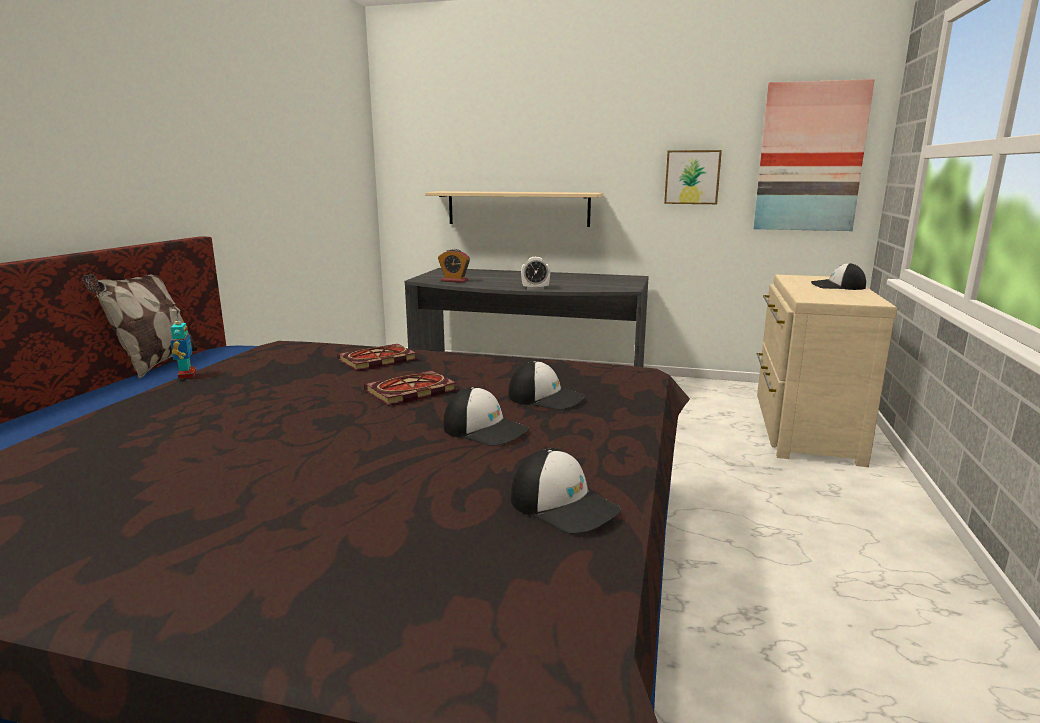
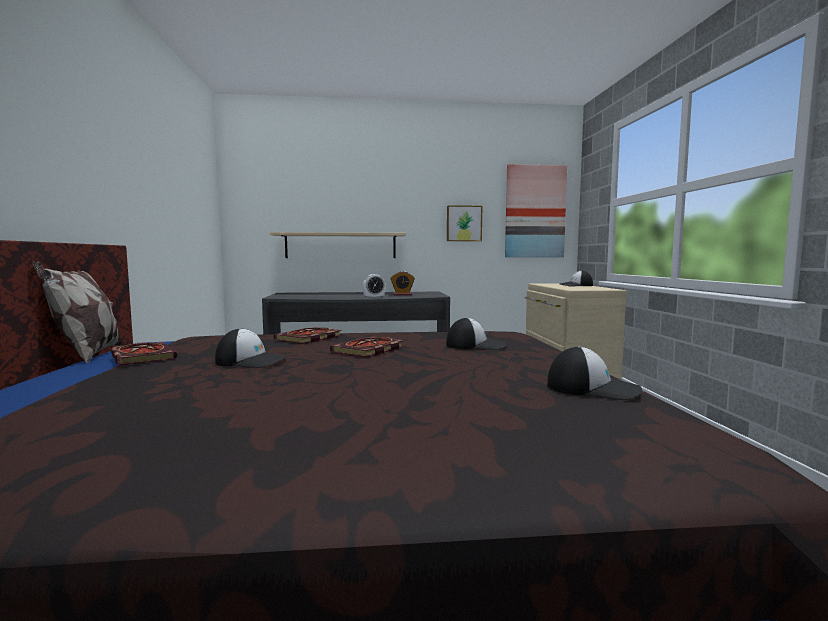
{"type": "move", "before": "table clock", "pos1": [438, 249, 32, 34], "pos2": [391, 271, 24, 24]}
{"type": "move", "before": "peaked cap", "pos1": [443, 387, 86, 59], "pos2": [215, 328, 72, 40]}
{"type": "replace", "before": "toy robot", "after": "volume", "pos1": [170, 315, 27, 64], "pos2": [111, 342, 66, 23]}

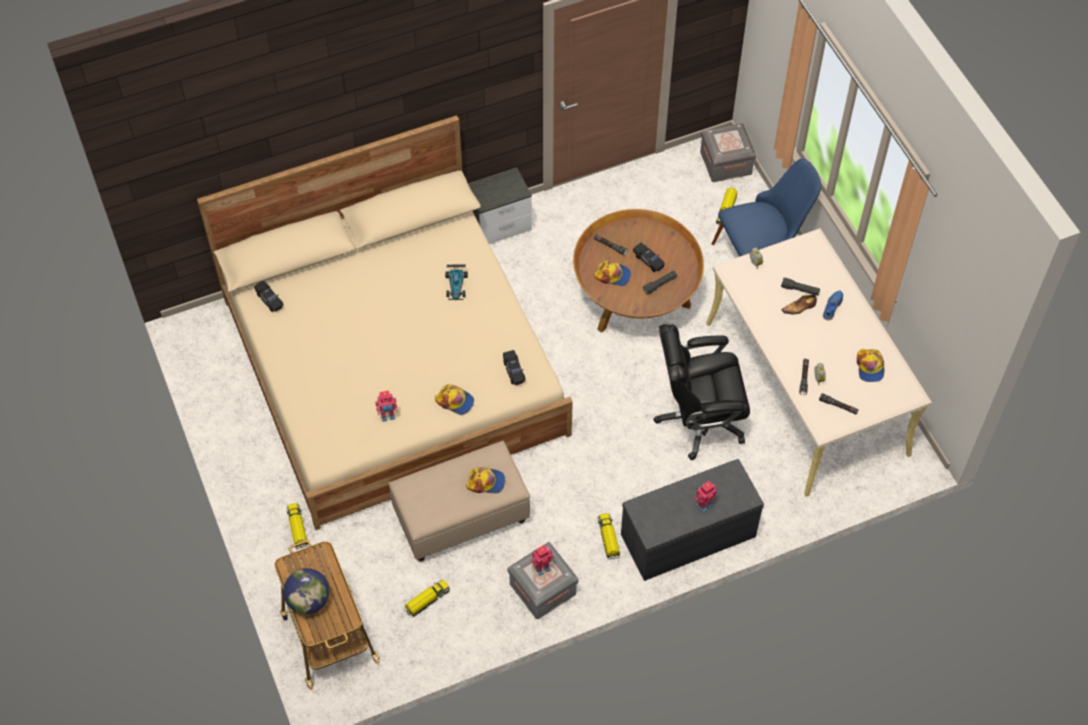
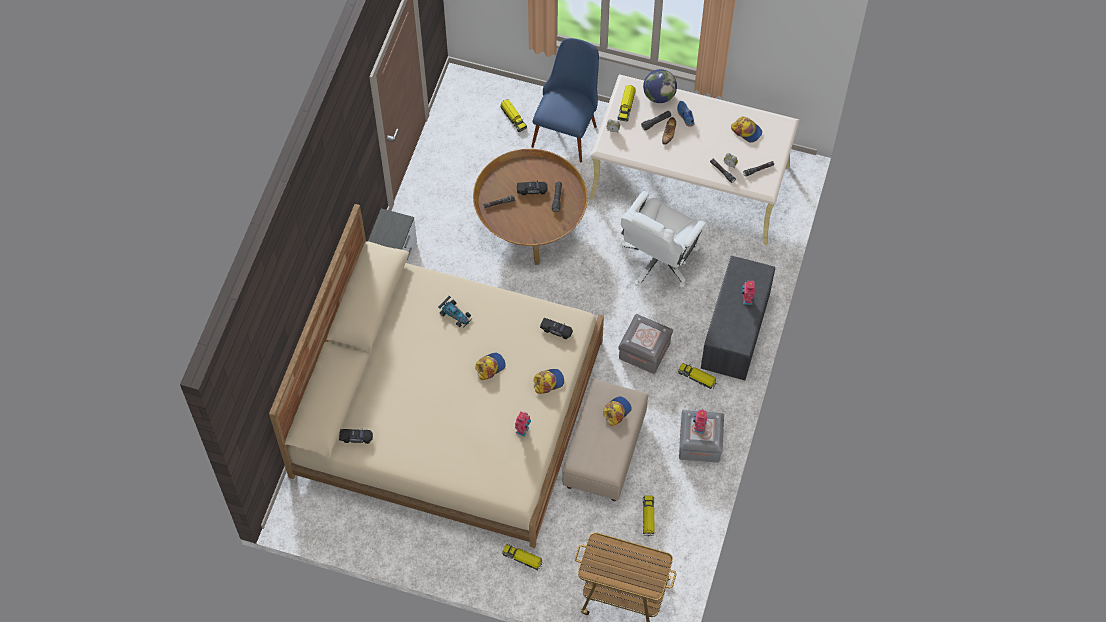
{"type": "insert", "after": "toy truck", "pos2": [618, 85, 17, 36]}
{"type": "move", "before": "world globe", "pos1": [283, 568, 46, 46], "pos2": [643, 69, 34, 34]}
{"type": "move", "before": "peaked cap", "pos1": [594, 261, 37, 25], "pos2": [475, 353, 31, 27]}
{"type": "move", "before": "gray storage box", "pos1": [700, 123, 56, 59], "pos2": [618, 314, 55, 60]}
{"type": "recolor", "before": "black-coloured computer chair", "after": "whitish computer chair", "pos1": [654, 324, 96, 136], "pos2": [620, 191, 86, 96]}

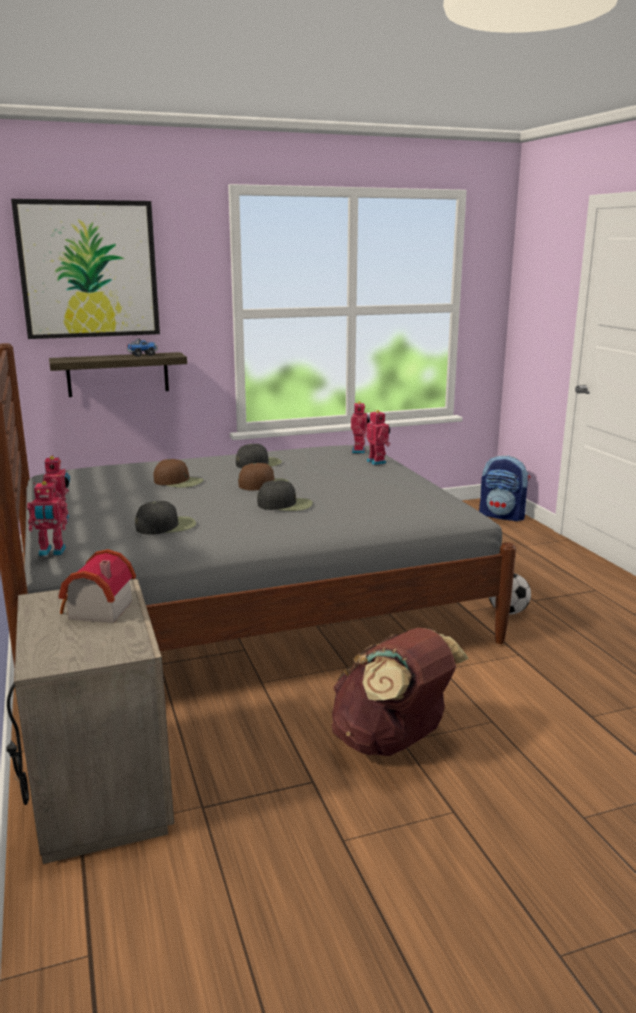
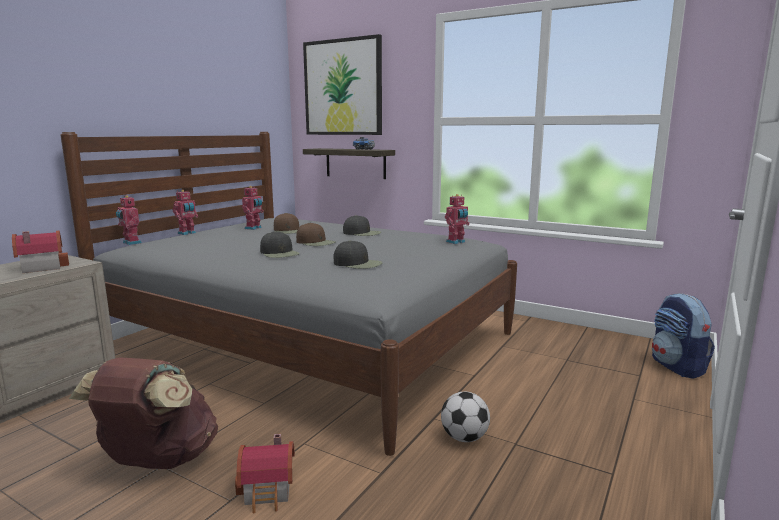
{"type": "insert", "after": "toy house", "pos2": [235, 434, 60, 80]}
{"type": "move", "before": "black-coloured peaked cap", "pos1": [135, 501, 61, 34], "pos2": [333, 240, 50, 29]}
{"type": "move", "before": "toy robot", "pos1": [367, 410, 23, 55], "pos2": [242, 186, 22, 44]}

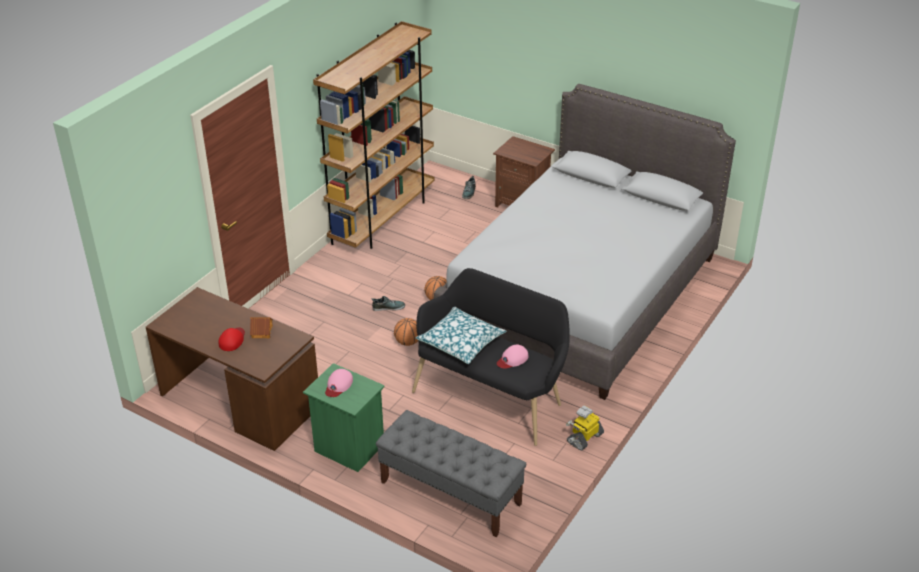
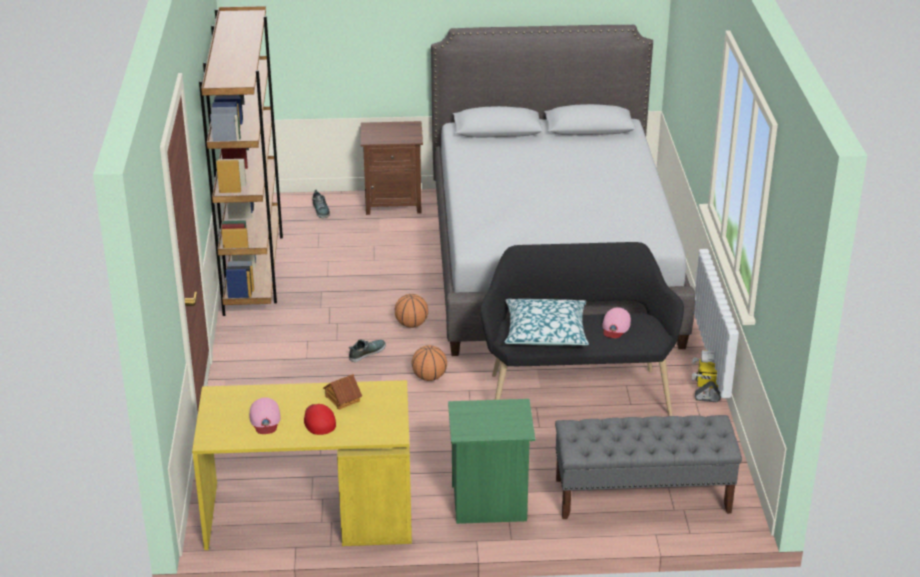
{"type": "move", "before": "pinkish peaked cap", "pos1": [325, 369, 28, 28], "pos2": [250, 397, 31, 37]}
{"type": "recolor", "before": "brown-coloured desk", "after": "yellow desk", "pos1": [146, 287, 172, 164], "pos2": [192, 380, 220, 170]}

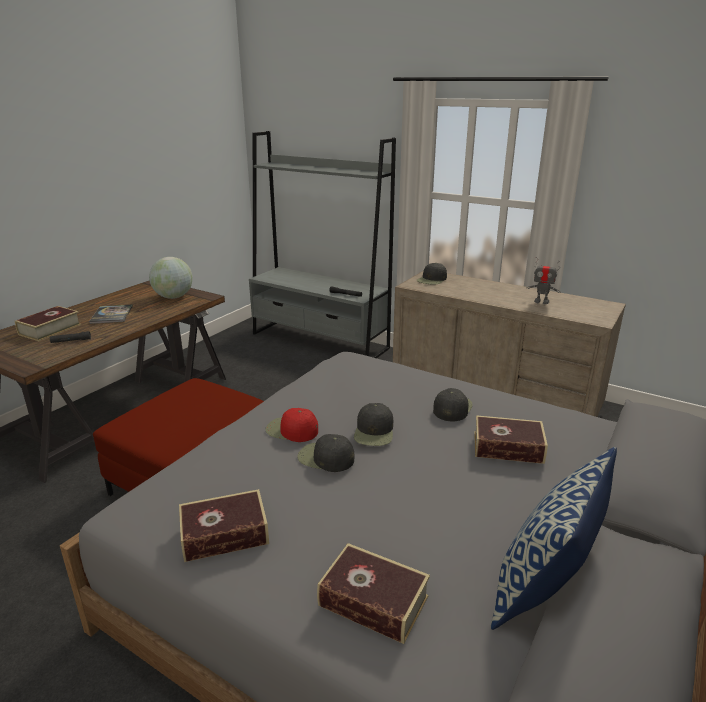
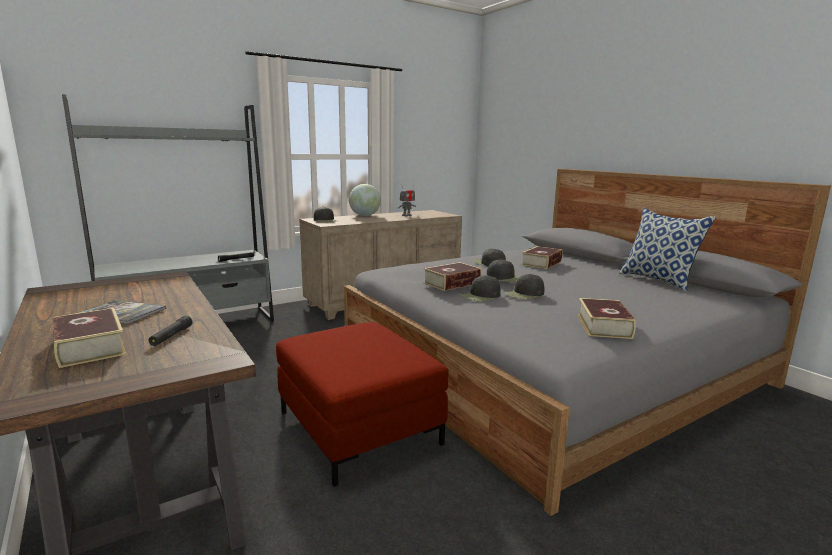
{"type": "move", "before": "world globe", "pos1": [149, 257, 44, 42], "pos2": [349, 184, 32, 32]}
{"type": "move", "before": "volume", "pos1": [317, 543, 113, 101], "pos2": [423, 262, 59, 29]}
{"type": "recolor", "before": "red peaked cap", "after": "black-coloured peaked cap", "pos1": [265, 408, 53, 34], "pos2": [460, 275, 41, 27]}

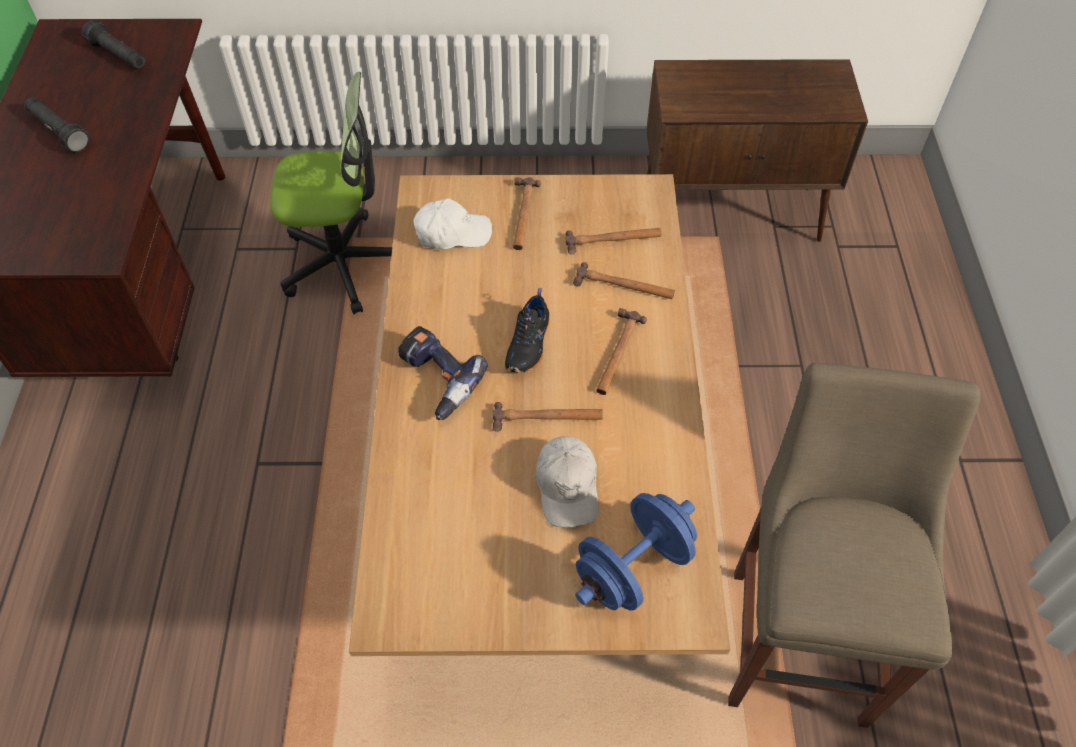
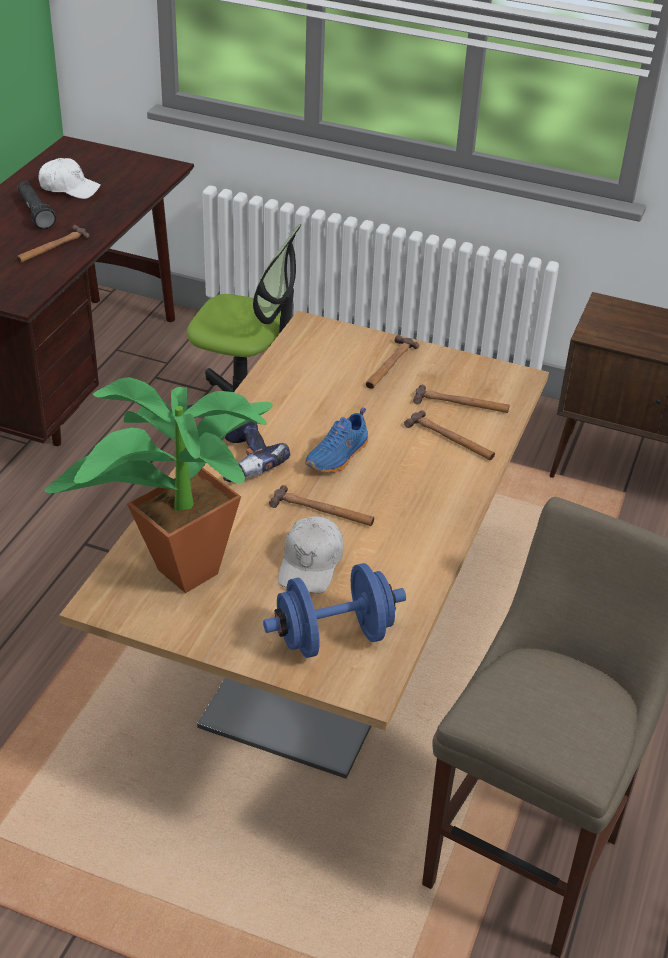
{"type": "delete", "before": "black-coloured torch", "pos1": [82, 20, 63, 49]}
{"type": "insert", "after": "plant in a pot", "pos2": [45, 377, 228, 216]}
{"type": "move", "before": "whitish peaked cap", "pos1": [413, 199, 79, 50], "pos2": [38, 158, 63, 41]}
{"type": "move", "before": "hand hammer", "pos1": [596, 308, 51, 87], "pos2": [16, 225, 74, 38]}
{"type": "recolor", "before": "black-coloured low shoe", "after": "blue low shoe", "pos1": [505, 288, 45, 85], "pos2": [305, 407, 63, 66]}

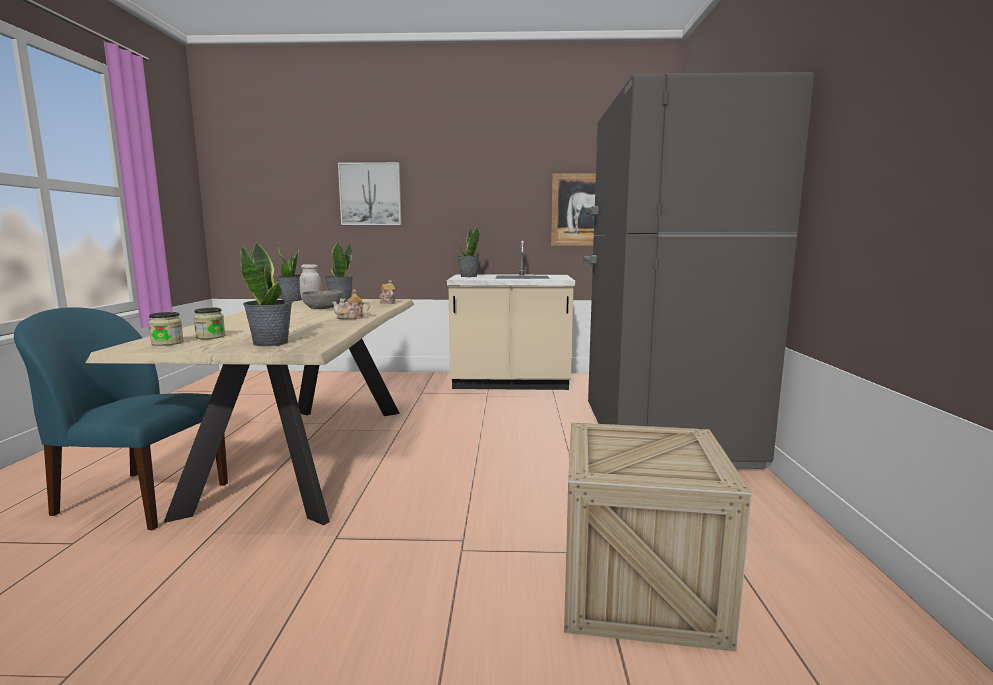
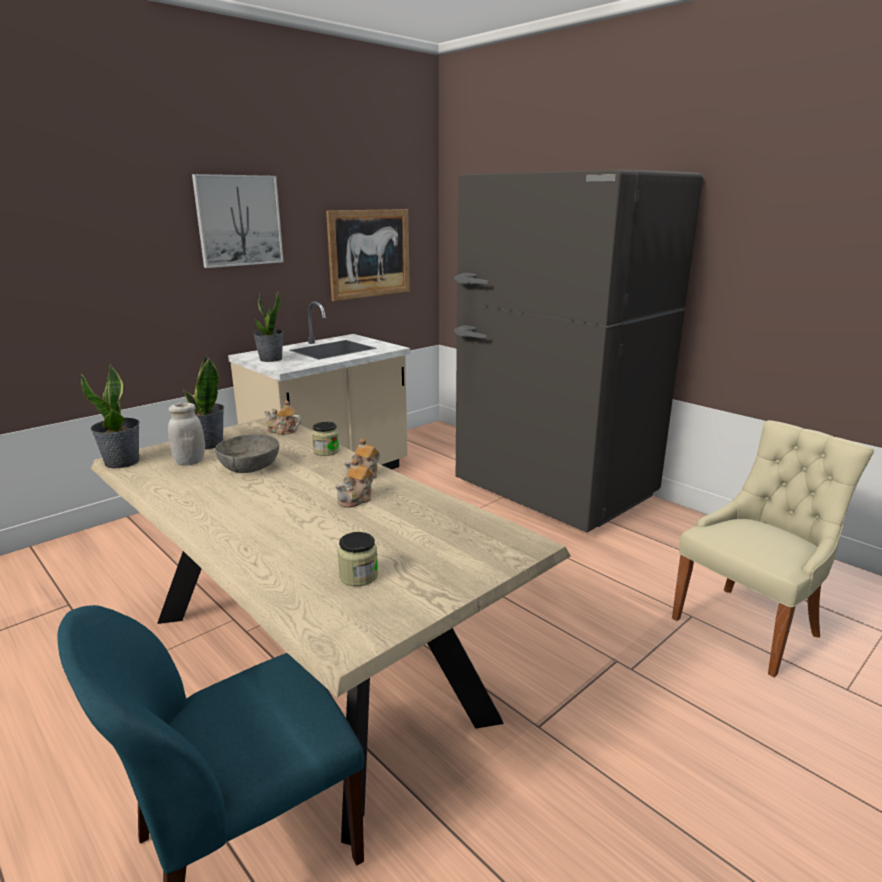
{"type": "delete", "before": "plant in a pot", "pos1": [241, 241, 51, 105]}
{"type": "insert", "after": "tea pot", "pos2": [335, 458, 39, 50]}
{"type": "move", "before": "jar", "pos1": [148, 312, 36, 34], "pos2": [312, 422, 27, 34]}
{"type": "move", "before": "picture", "pos1": [338, 162, 64, 63], "pos2": [192, 174, 92, 94]}
{"type": "replace", "before": "crate", "after": "sand-coloured upright chair", "pos1": [564, 422, 188, 229], "pos2": [672, 420, 203, 257]}

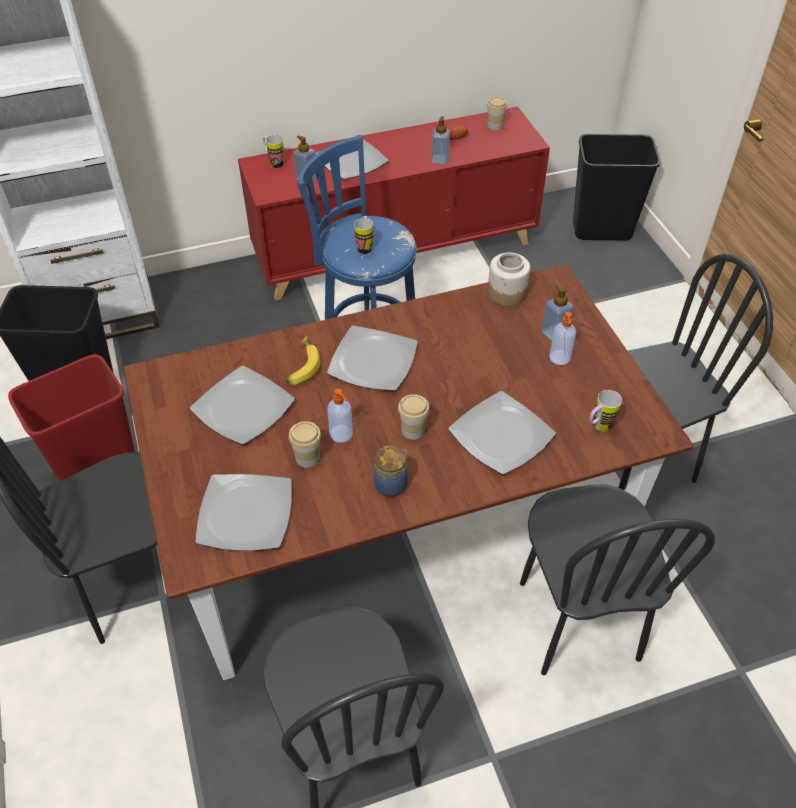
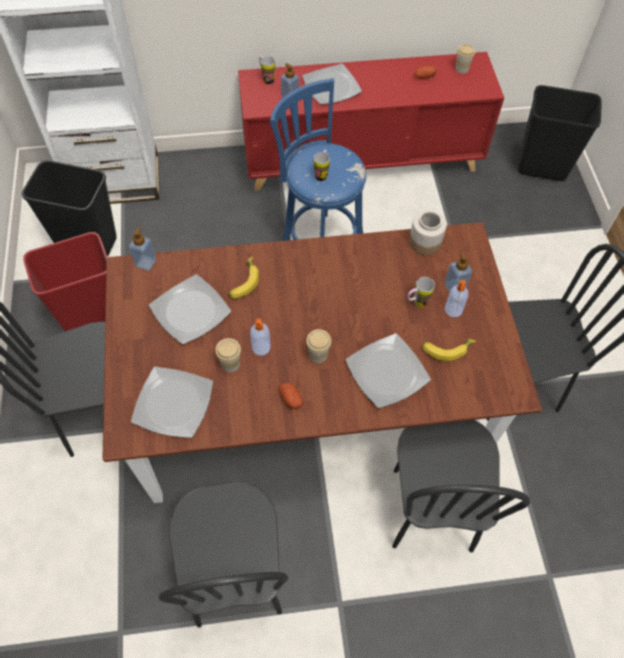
{"type": "delete", "before": "plate", "pos1": [327, 325, 91, 66]}
{"type": "insert", "after": "whole banana", "pos2": [422, 339, 54, 23]}
{"type": "move", "before": "liquid soap bottle", "pos1": [431, 116, 19, 48], "pos2": [129, 227, 27, 44]}
{"type": "move", "before": "mug", "pos1": [589, 390, 33, 42], "pos2": [407, 277, 28, 30]}
{"type": "replace", "before": "jar", "after": "whole potato", "pos1": [374, 446, 35, 51], "pos2": [279, 382, 24, 27]}

